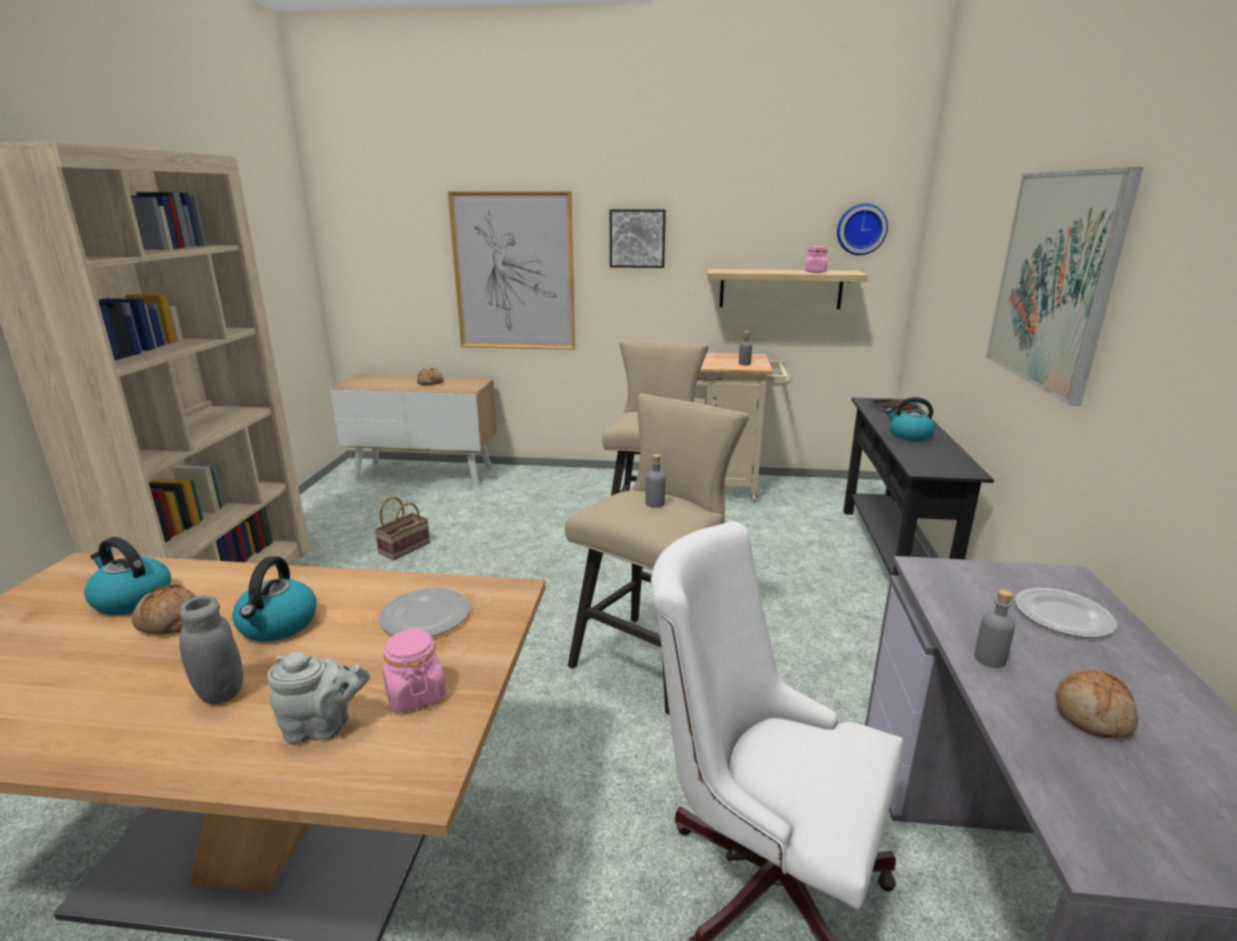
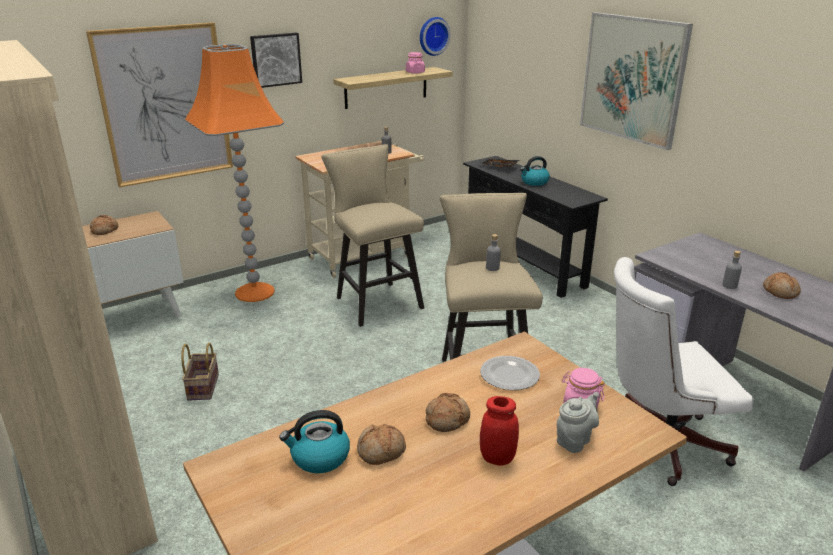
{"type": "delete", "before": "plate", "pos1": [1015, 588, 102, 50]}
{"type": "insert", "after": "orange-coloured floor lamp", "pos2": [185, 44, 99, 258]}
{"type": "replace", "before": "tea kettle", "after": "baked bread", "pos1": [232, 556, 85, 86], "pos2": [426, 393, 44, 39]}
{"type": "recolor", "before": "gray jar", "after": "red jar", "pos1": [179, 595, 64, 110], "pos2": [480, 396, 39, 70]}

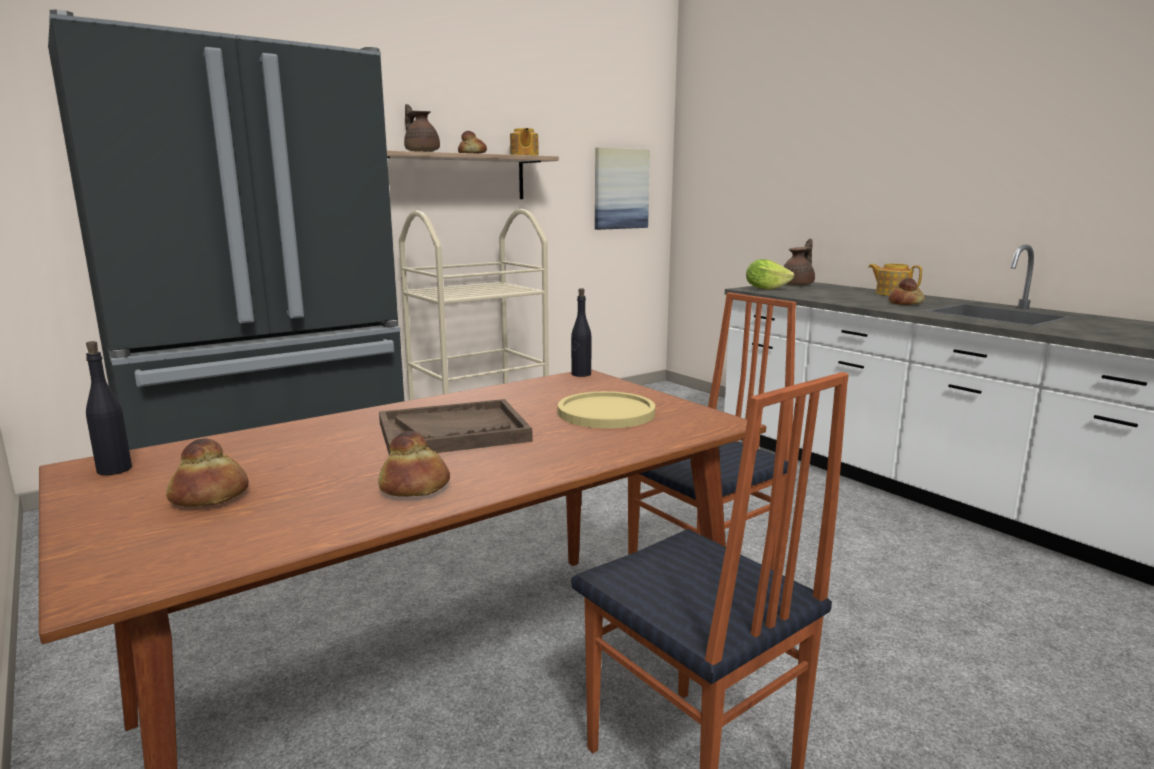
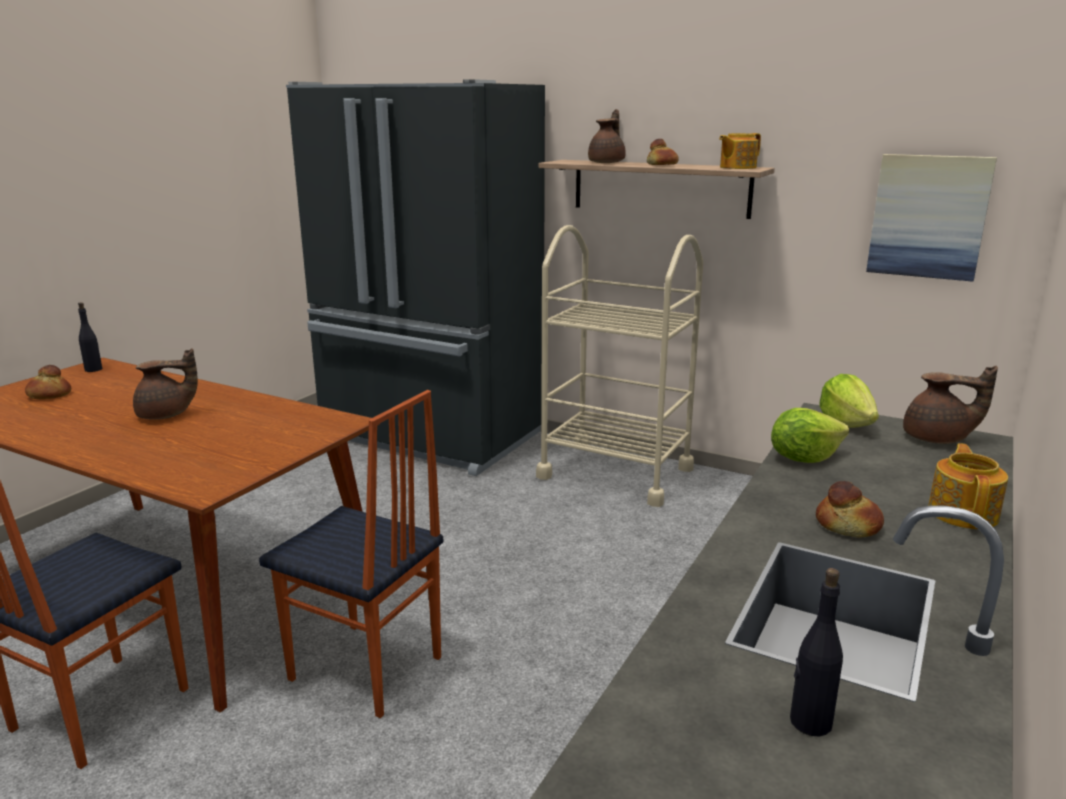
{"type": "delete", "before": "baked bread", "pos1": [378, 431, 72, 66]}
{"type": "delete", "before": "yellow plate", "pos1": [558, 391, 97, 38]}
{"type": "insert", "after": "head of lettuce", "pos2": [771, 408, 78, 55]}
{"type": "move", "before": "black-coloured beverage bottle", "pos1": [571, 288, 20, 89], "pos2": [790, 568, 53, 169]}
{"type": "replace", "before": "brown-coloured tray", "after": "brown-coloured tea pot", "pos1": [379, 399, 154, 56], "pos2": [133, 348, 65, 72]}

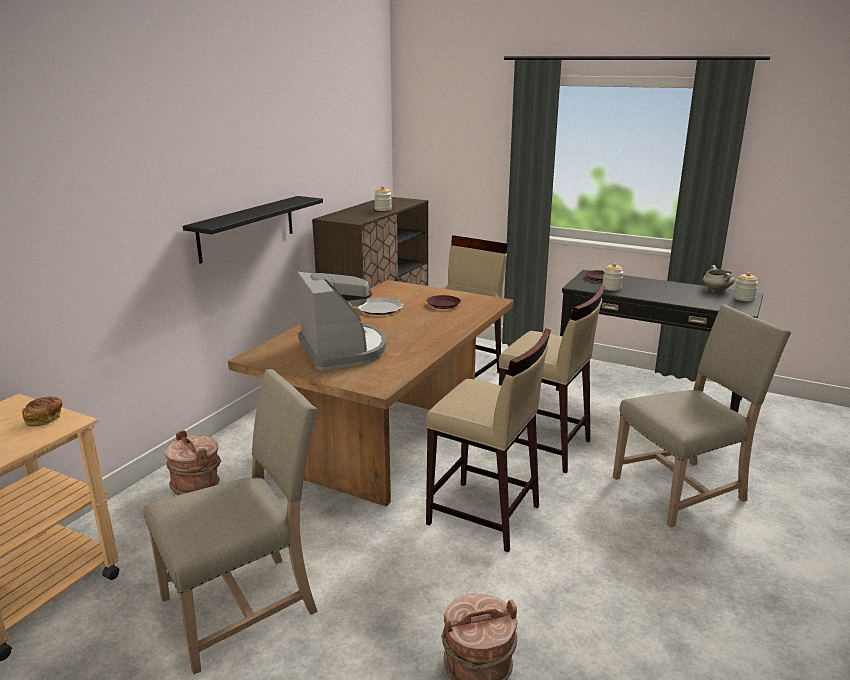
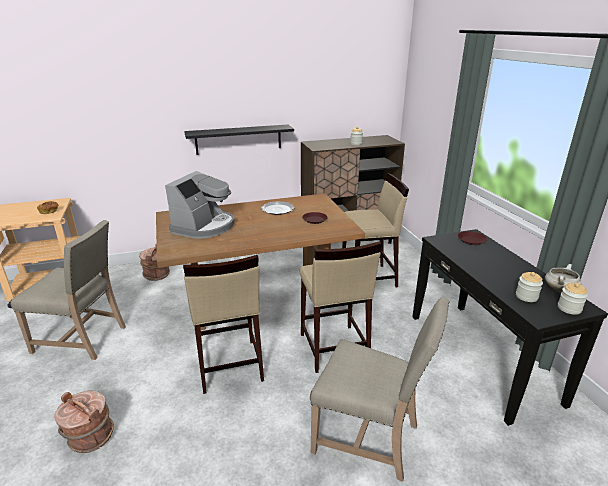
{"type": "move", "before": "jar", "pos1": [602, 263, 21, 28], "pos2": [516, 272, 27, 30]}

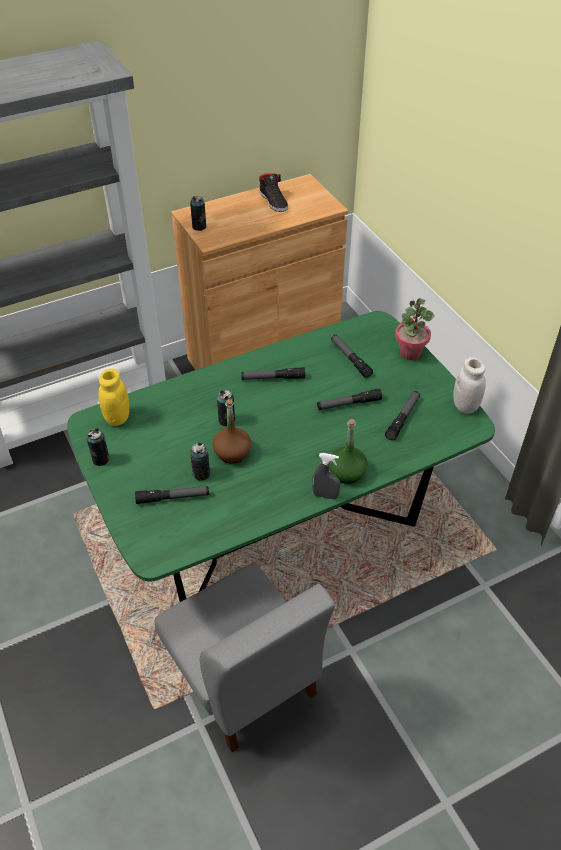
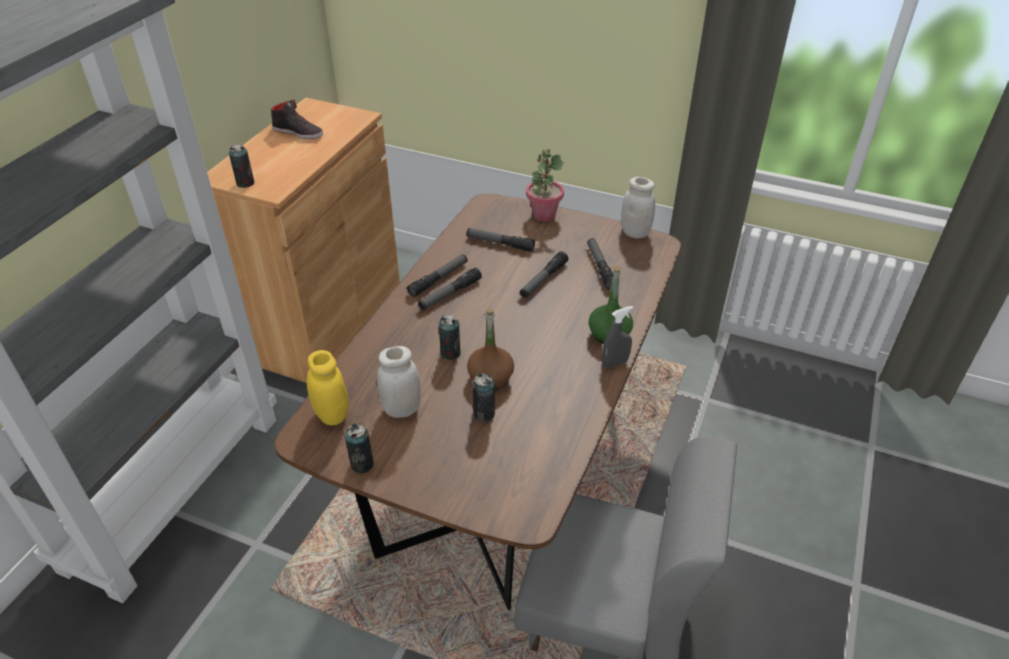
{"type": "insert", "after": "whitish jar", "pos2": [377, 346, 44, 72]}
{"type": "move", "before": "torch", "pos1": [135, 486, 74, 18], "pos2": [407, 254, 61, 43]}
{"type": "recolor", "before": "green dinner table", "after": "brown-coloured dinner table", "pos1": [67, 311, 428, 291], "pos2": [274, 194, 407, 417]}

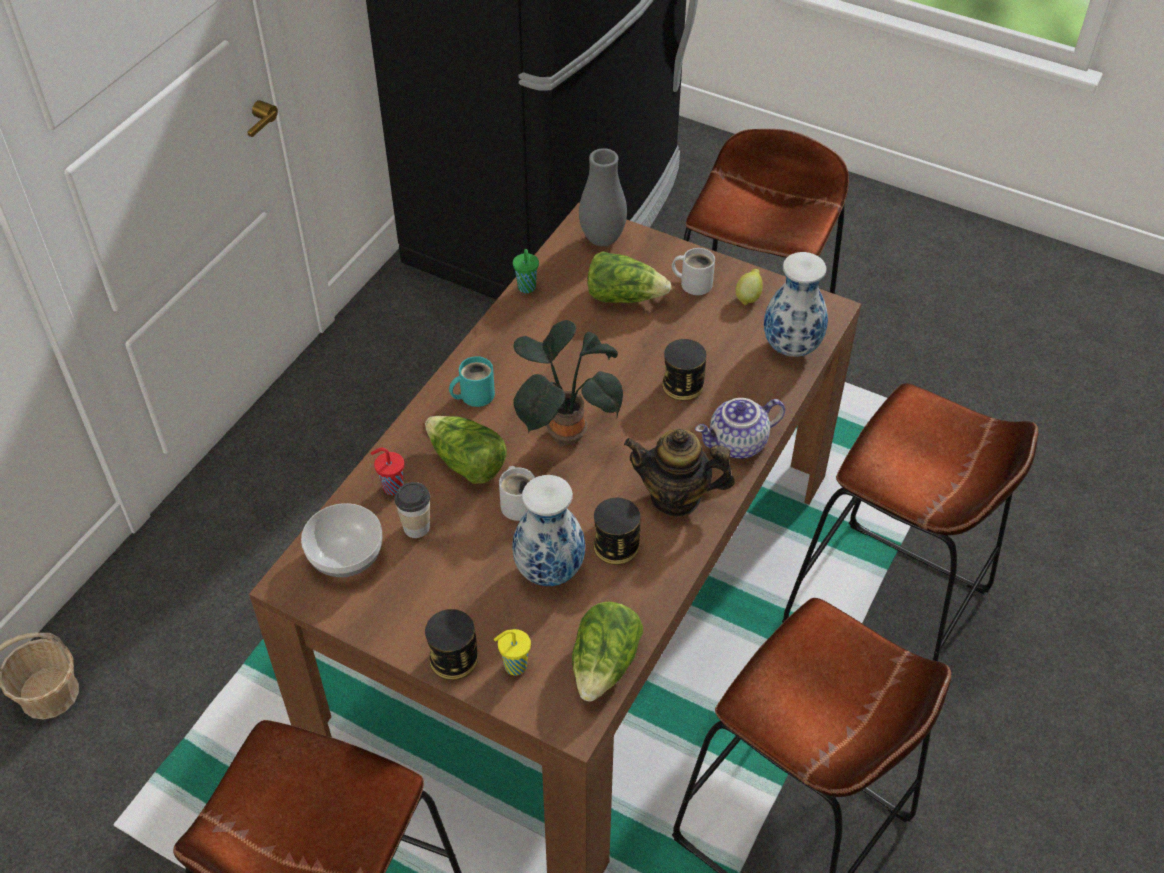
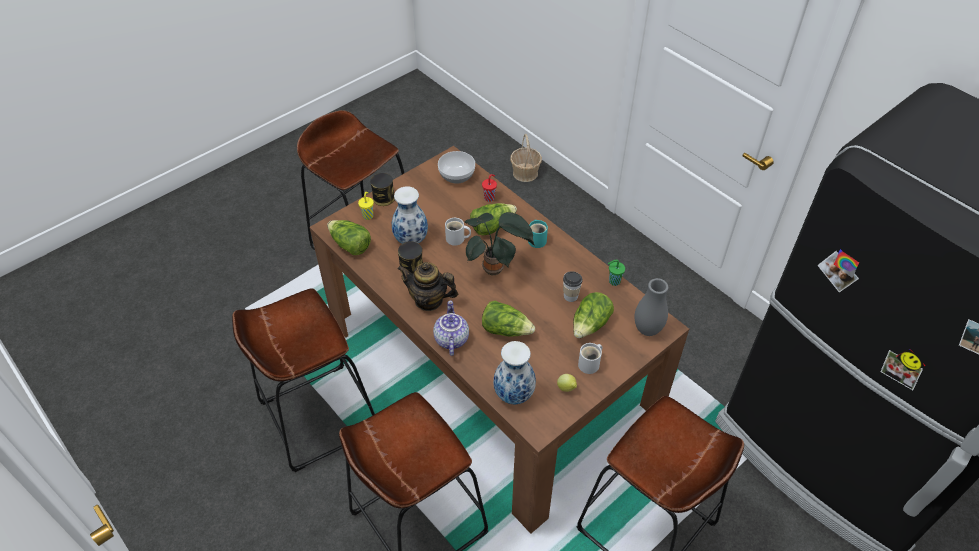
{"type": "move", "before": "drinking cup", "pos1": [394, 482, 36, 56], "pos2": [563, 271, 20, 31]}
{"type": "replace", "before": "can", "after": "head of lettuce", "pos1": [662, 339, 44, 62], "pos2": [482, 301, 53, 35]}
{"type": "rotate", "before": "tea pot", "pos1": [624, 429, 111, 88], "pos2": [398, 262, 60, 49], "turn": -105}

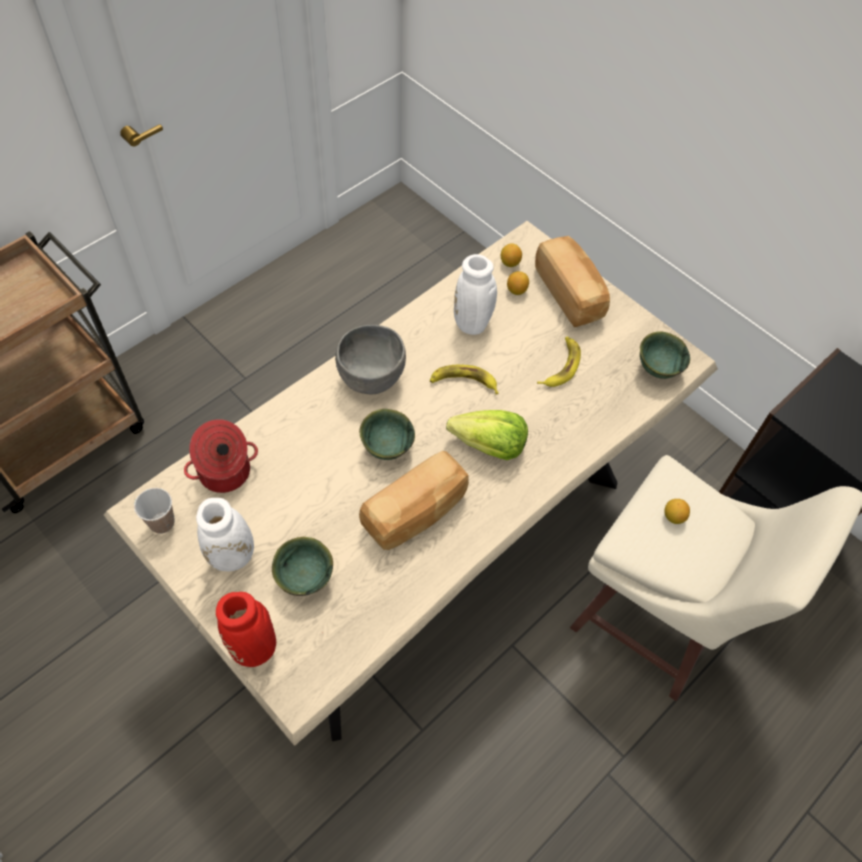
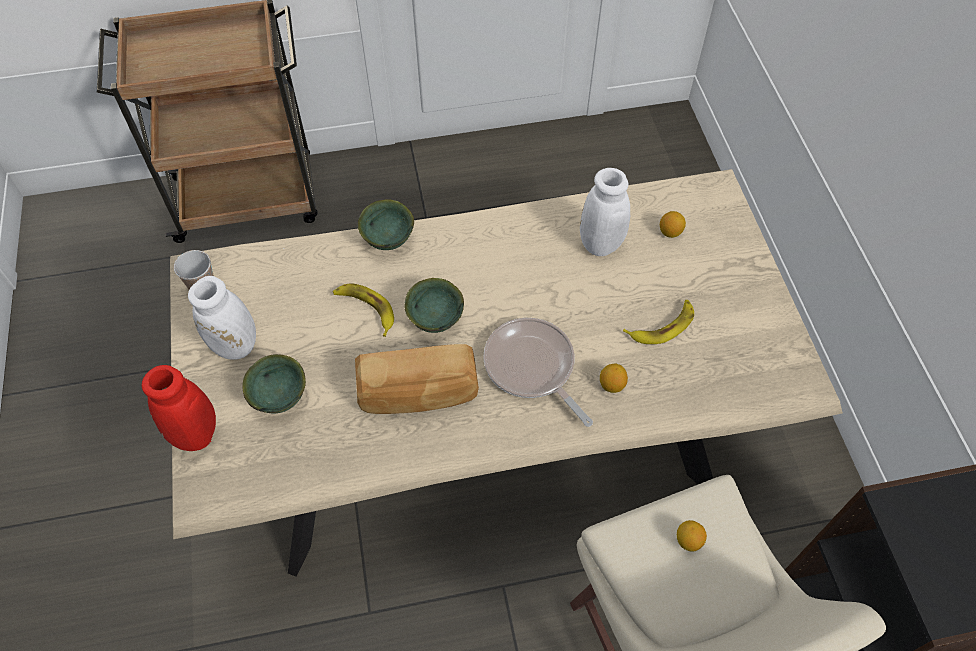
{"type": "delete", "before": "cooking pot", "pos1": [184, 419, 74, 74]}
{"type": "delete", "before": "gray serving bowl", "pos1": [335, 325, 71, 69]}
{"type": "delete", "before": "baked bread", "pos1": [535, 236, 75, 91]}
{"type": "move", "before": "whole banana", "pos1": [430, 365, 69, 30], "pos2": [333, 283, 61, 54]}
{"type": "move", "before": "whole lemon", "pos1": [501, 243, 21, 24], "pos2": [600, 364, 28, 29]}
{"type": "move", "before": "green serving bowl", "pos1": [640, 332, 50, 47], "pos2": [358, 200, 56, 50]}
{"type": "replace", "before": "head of lettuce", "after": "skillet", "pos1": [446, 410, 82, 50], "pos2": [483, 318, 110, 109]}

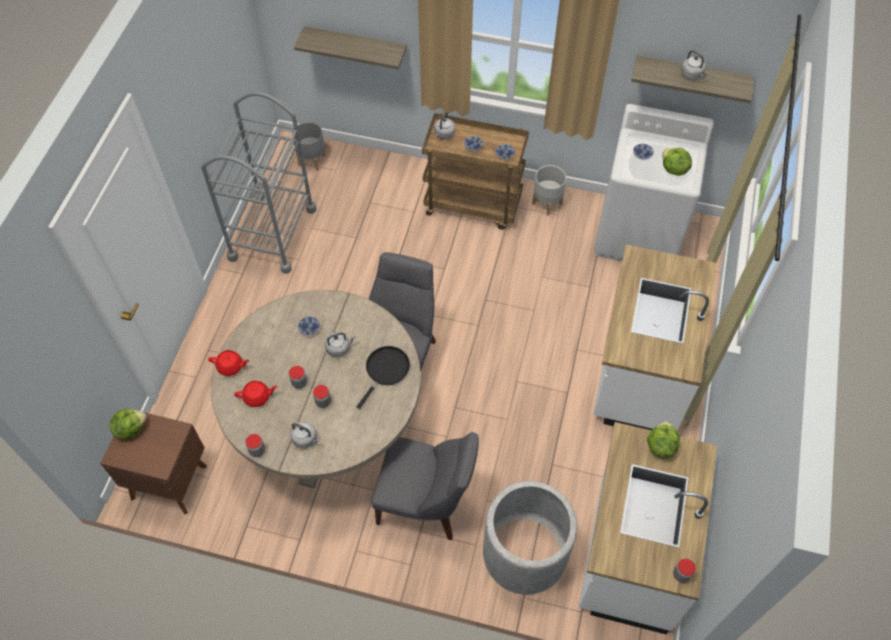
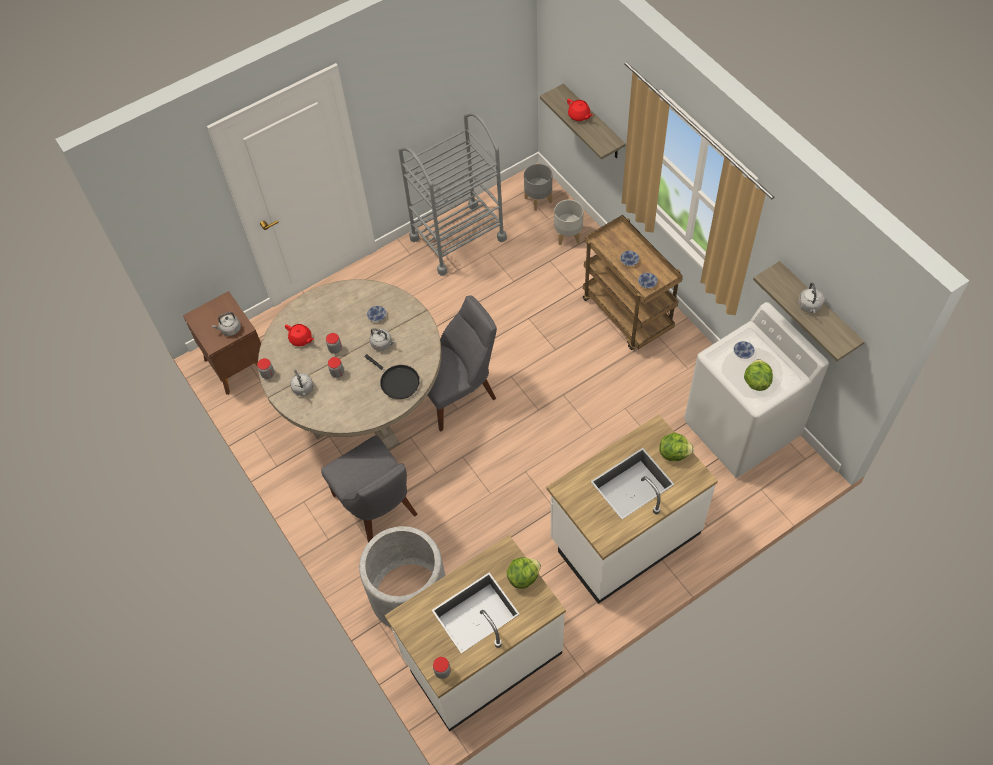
{"type": "move", "before": "head of lettuce", "pos1": [109, 409, 38, 31], "pos2": [659, 433, 35, 28]}
{"type": "move", "before": "red tea pot", "pos1": [208, 350, 42, 26], "pos2": [567, 99, 26, 22]}
{"type": "move", "before": "gray tea kettle", "pos1": [434, 112, 21, 27], "pos2": [212, 312, 29, 24]}
{"type": "move", "before": "gray flower pot", "pos1": [532, 165, 34, 51], "pos2": [554, 200, 30, 45]}
{"type": "rotate", "before": "black-coloured skillet", "pos1": [357, 346, 53, 63], "pos2": [365, 354, 55, 45], "turn": 60}

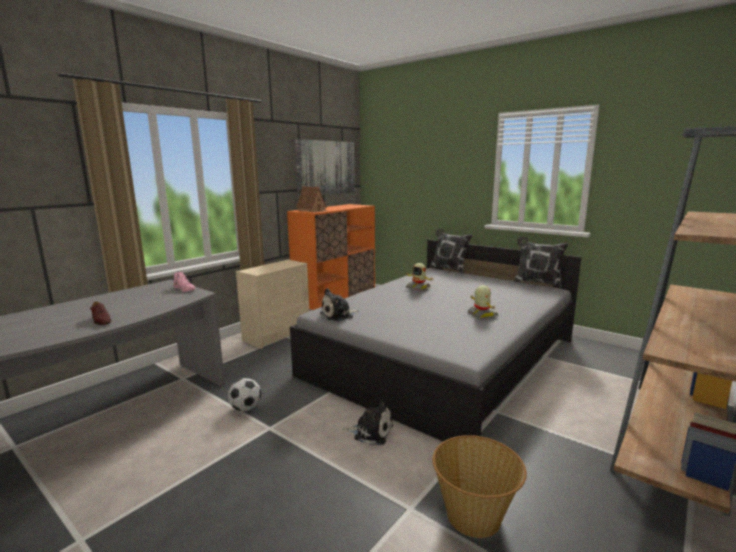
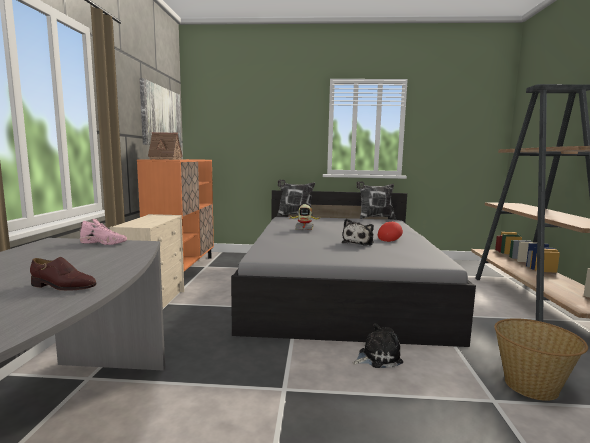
{"type": "delete", "before": "football", "pos1": [228, 378, 33, 33]}
{"type": "move", "before": "plush toy", "pos1": [320, 288, 39, 33], "pos2": [342, 219, 32, 27]}
{"type": "replace", "before": "toy robot", "after": "red peaked cap", "pos1": [468, 285, 31, 35], "pos2": [378, 221, 25, 21]}

